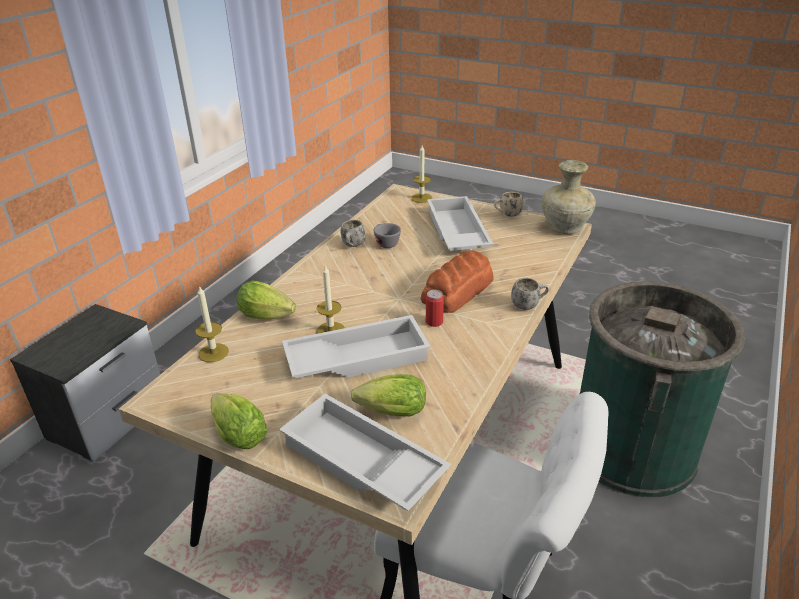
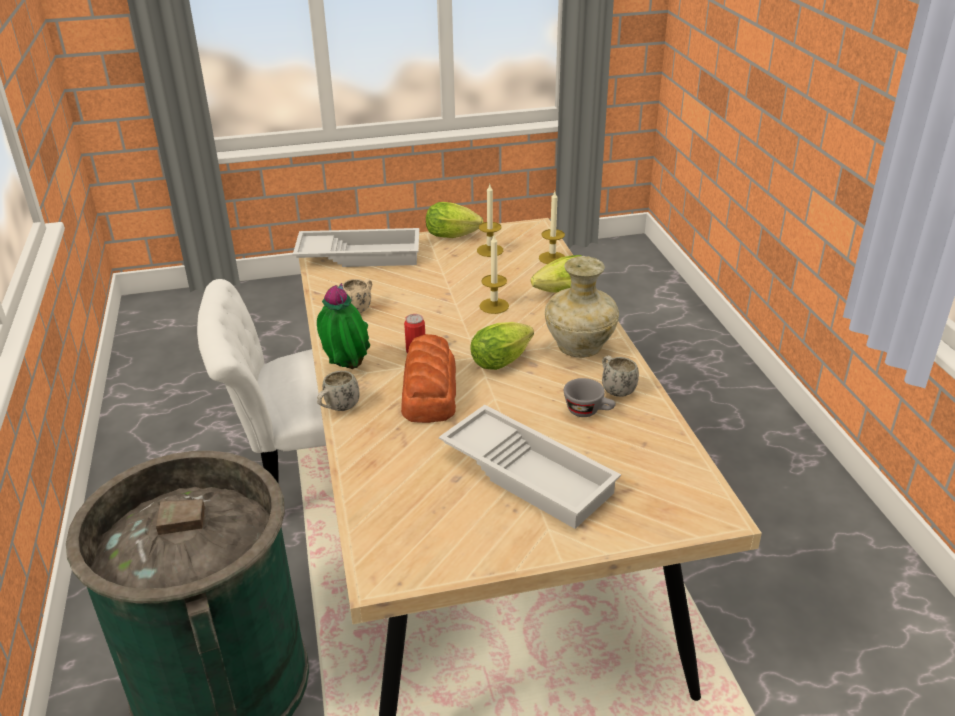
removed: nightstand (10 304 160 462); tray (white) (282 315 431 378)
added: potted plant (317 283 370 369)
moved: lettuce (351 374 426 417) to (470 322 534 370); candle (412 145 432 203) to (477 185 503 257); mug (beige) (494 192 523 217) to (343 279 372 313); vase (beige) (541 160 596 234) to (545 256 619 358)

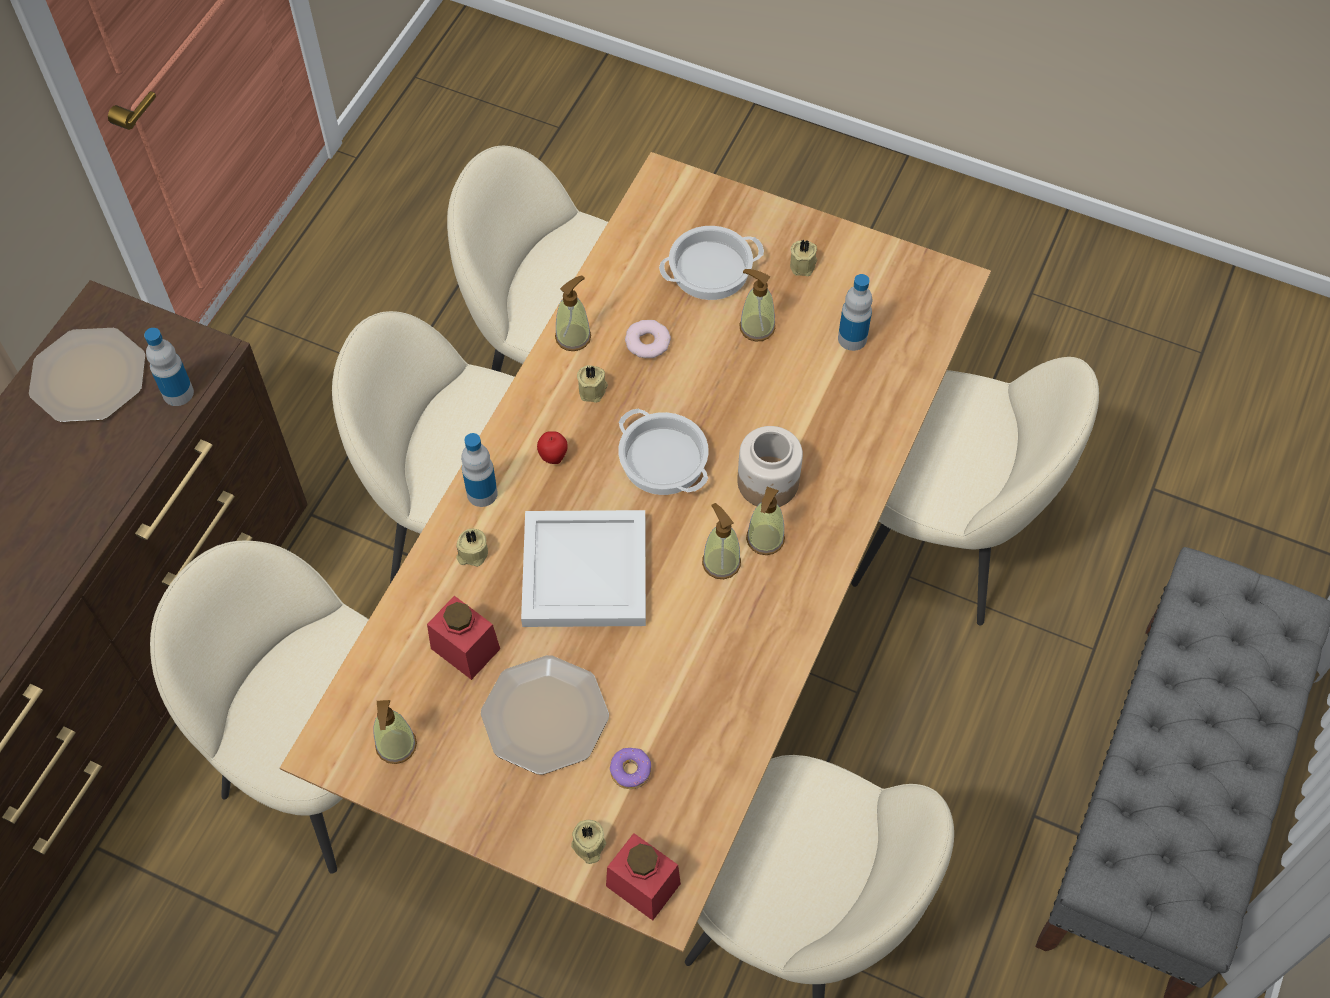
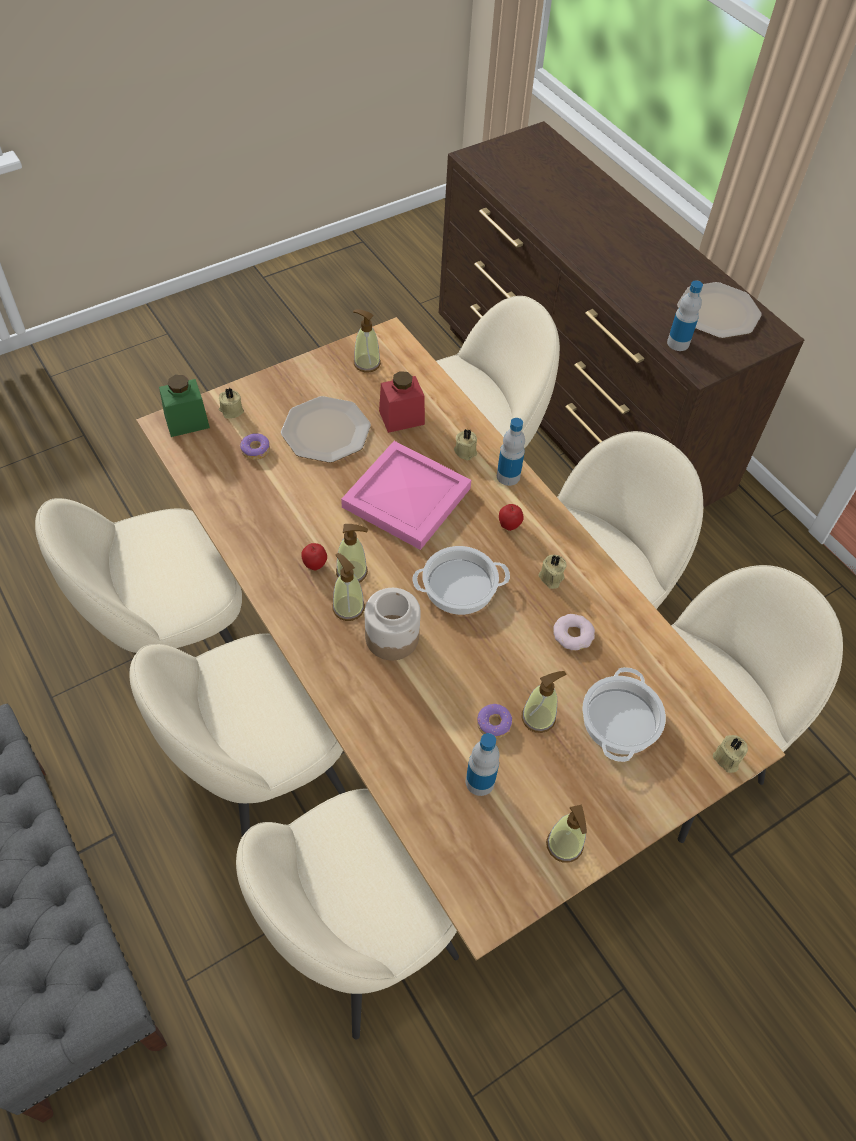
added: chair (beige) (129 633 346 836); apple (301 543 327 570); donut (477 704 512 739)
moved: soap dispenser (555 276 591 351) to (546 805 587 863); candle (beige) (790 239 817 276) to (713 735 748 773)
recoloured: tray (white) (521 510 646 627) to tray (pink) (341 441 471 550); jar (red) (606 833 681 920) to jar (green) (159 375 210 437)

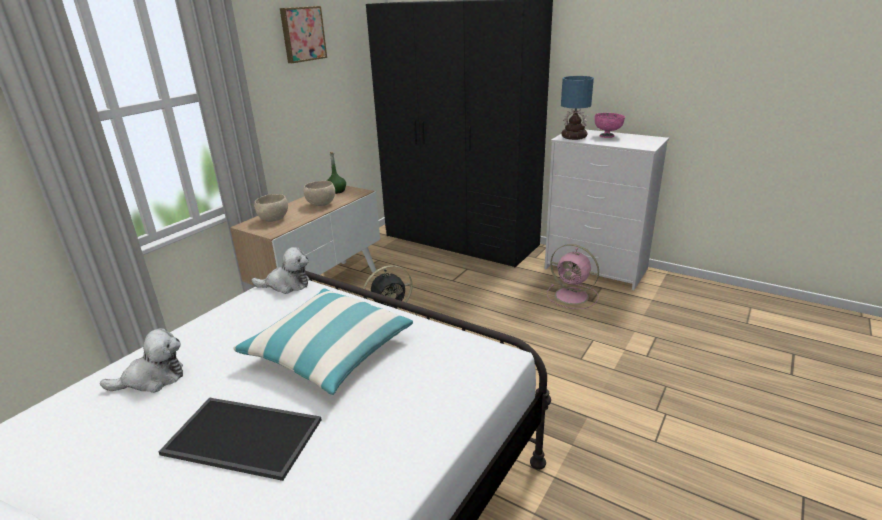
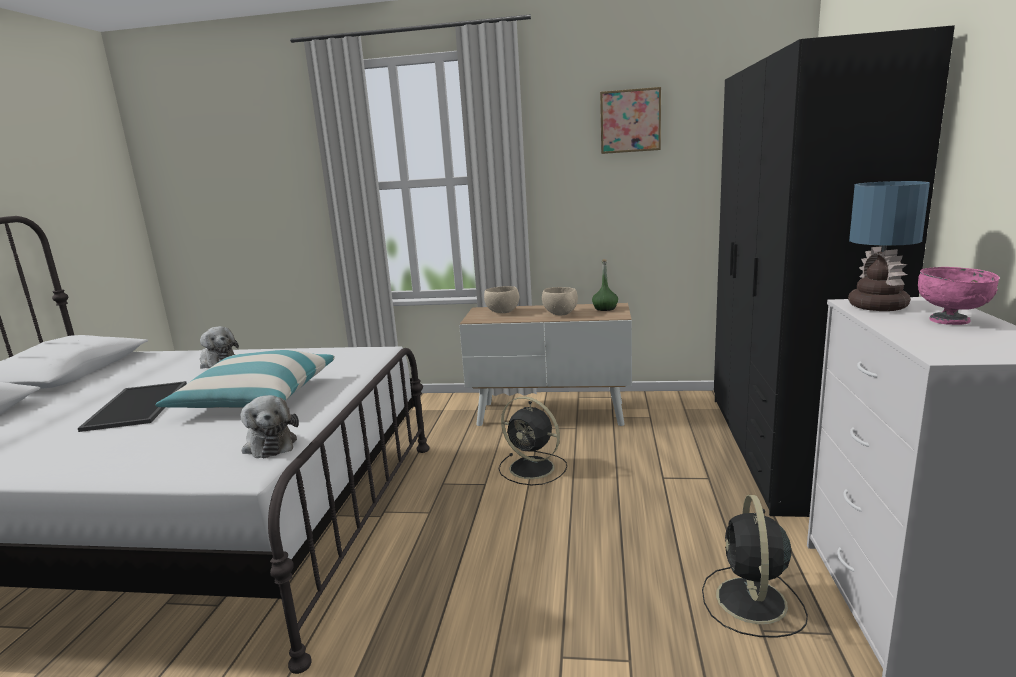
moved: plush toy (251 247 309 294) to (241 395 299 459)
recoloured: fan (pink) (547 244 599 309) to fan (black) (702 495 808 638)

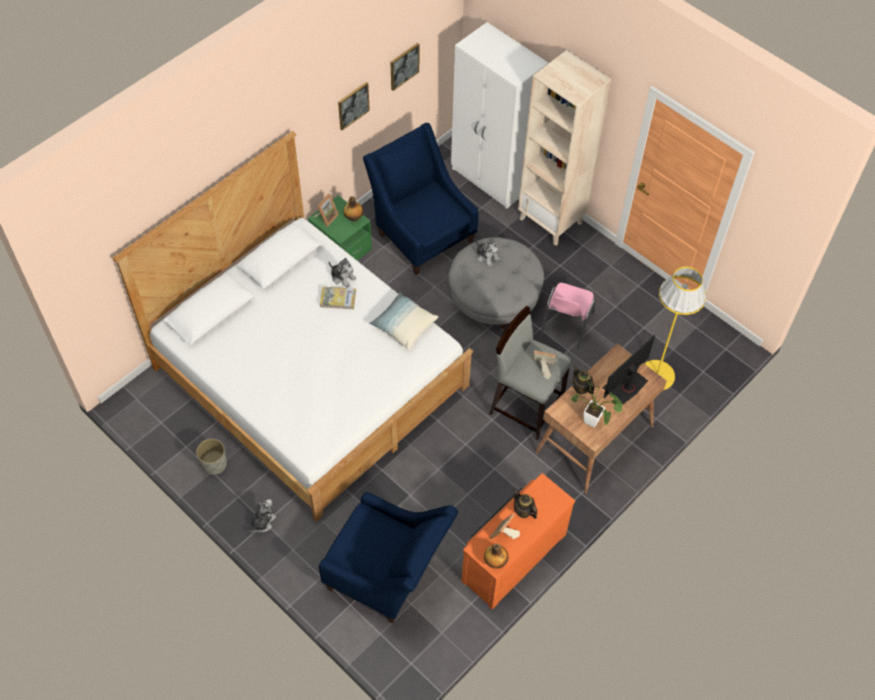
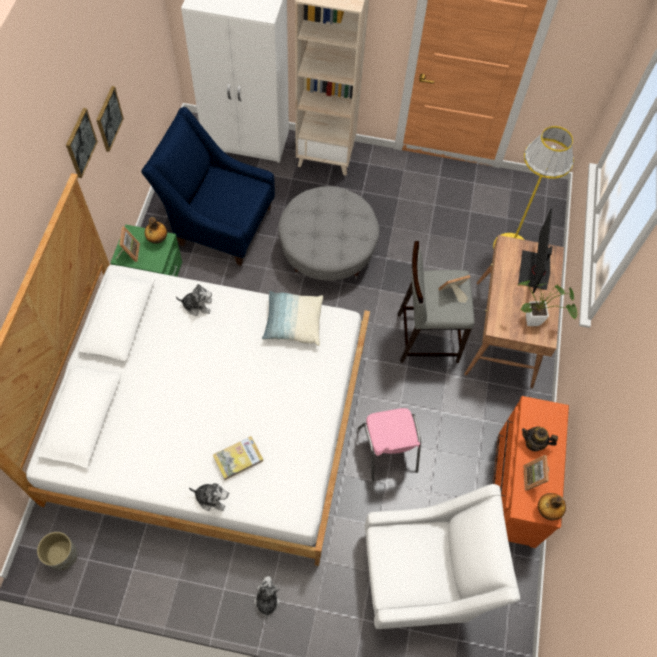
removed: teapot (573 366 595 395)
moved: planter (grey) (196 439 227 475) to (37 532 77 570); book (320 287 356 309) to (213 436 263 480); picture (391 43 419 91) to (66 108 98 178); plush toy (476 238 500 267) to (189 483 229 511); chair (pink) (540 283 596 350) to (358 408 421 481)
recoloured: armchair (blue) (319 492 458 624) to armchair (white) (364 484 520 629)

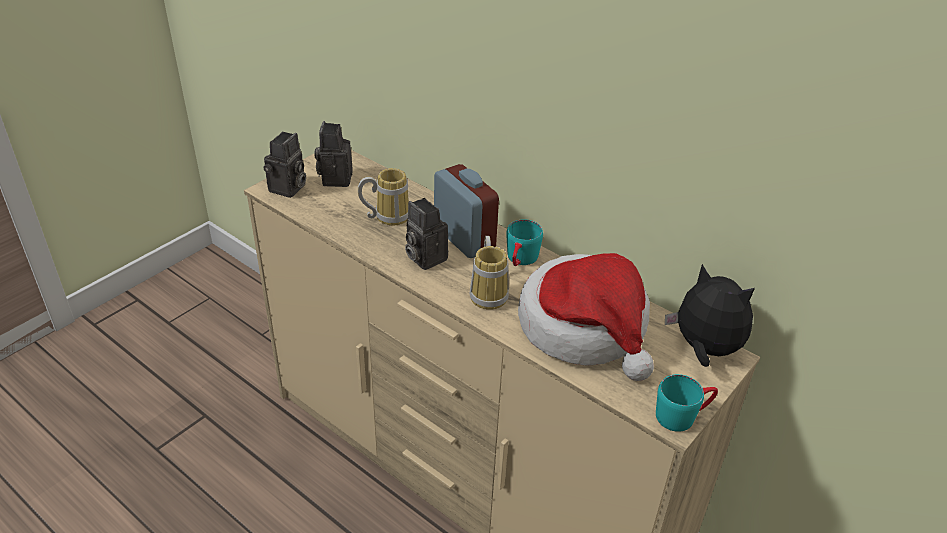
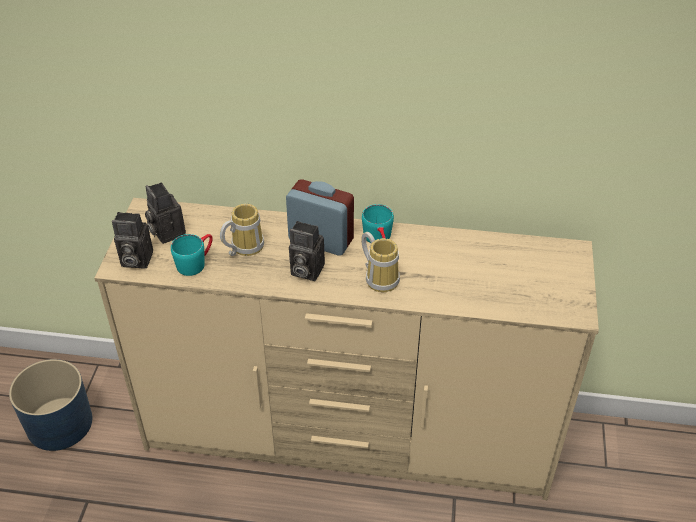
removed: hat (518 253 654 381); plush toy (665 264 755 367)
added: planter (blue) (9 359 92 451)
moved: mug (turquoise) (656 374 718 432) to (171 234 212 276)
turned: photo camera (263 132 306 198) = (112 212 153 269) 105 degrees clockwise

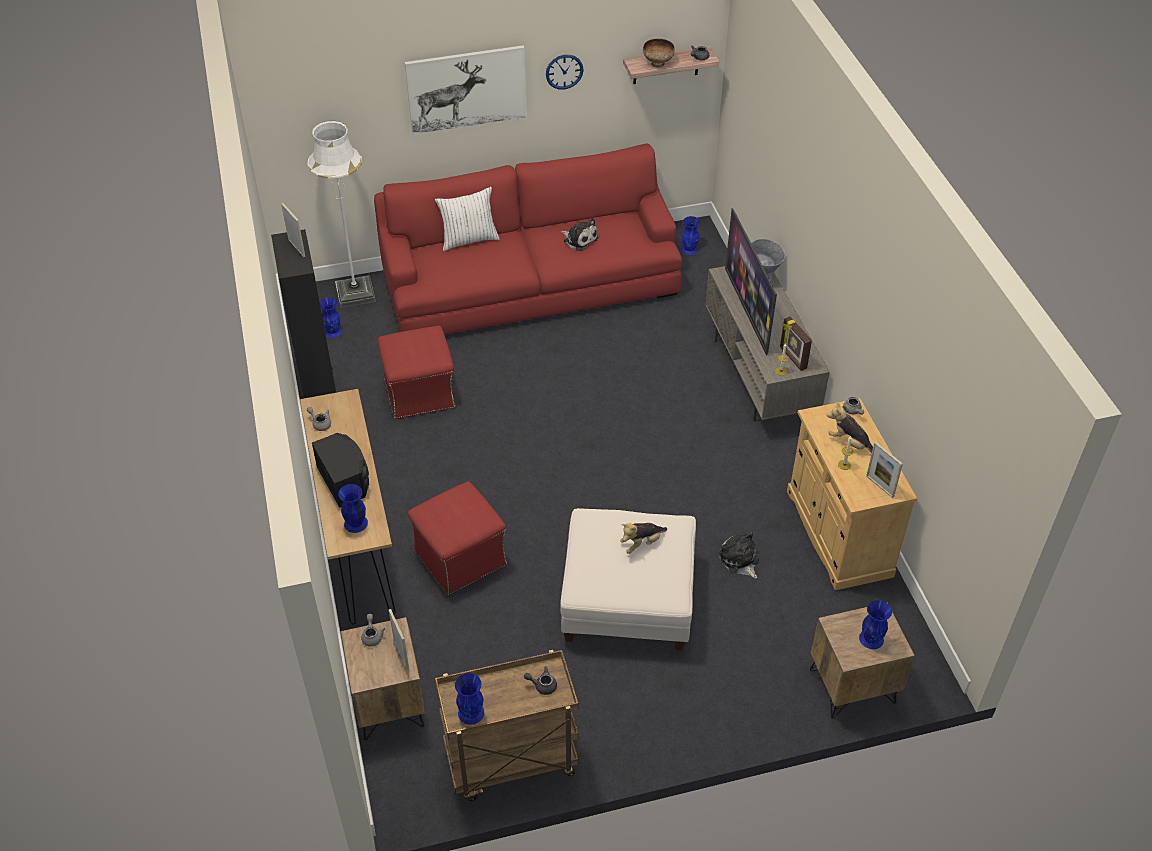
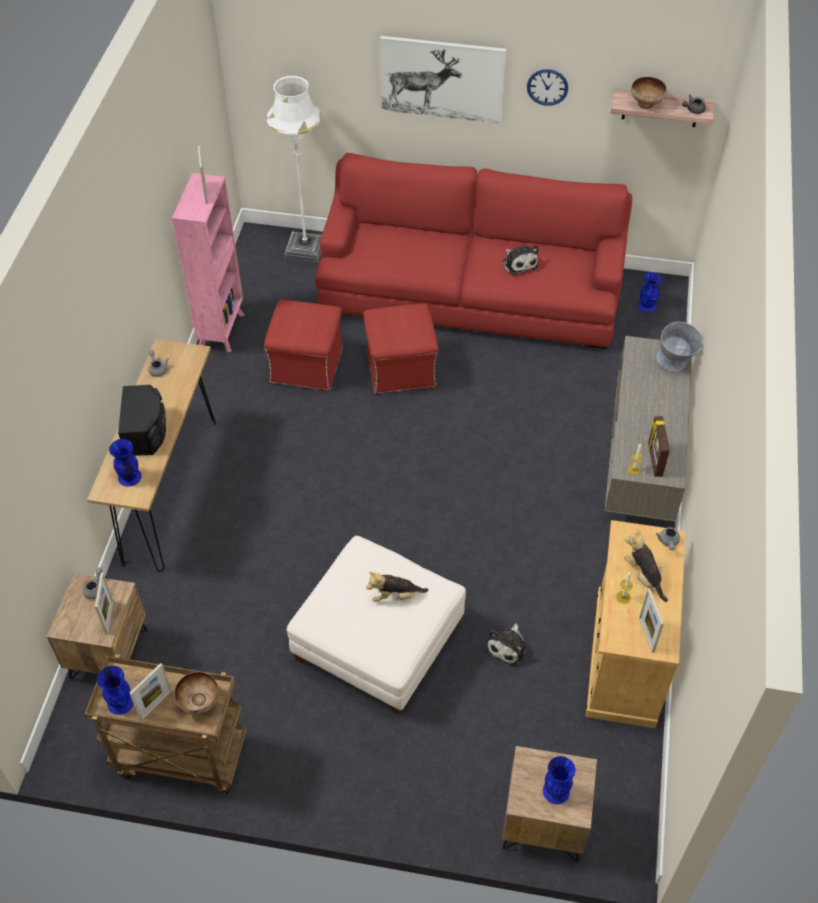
removed: vase (blue) (320 298 342 338); pillow (white) (435 187 500 251); television (725 208 777 355)
added: picture frame (130 663 172 721)
moved: ottoman (red) (407 481 507 595) to (363 303 439 394)
replaced: teapot (grey) (524 666 557 695) to bowl (174 672 219 715)
recoloured: bookcase (black) (271 229 336 398) to bookcase (pink) (172 173 245 353)
turned: plush toy (719 532 759 579) = (485 623 527 666) 150 degrees counterclockwise

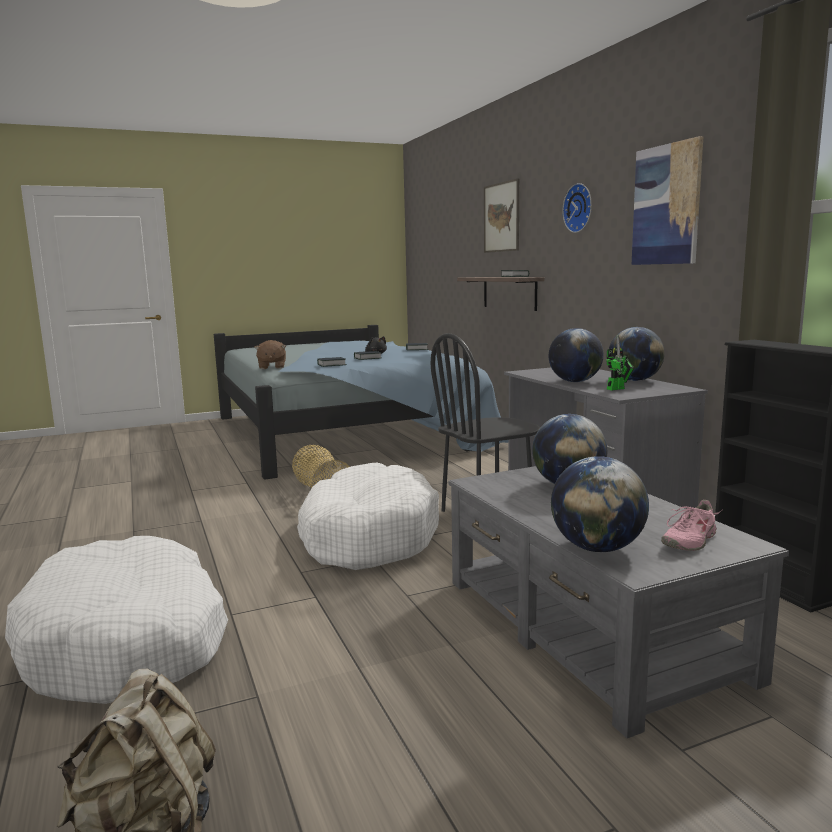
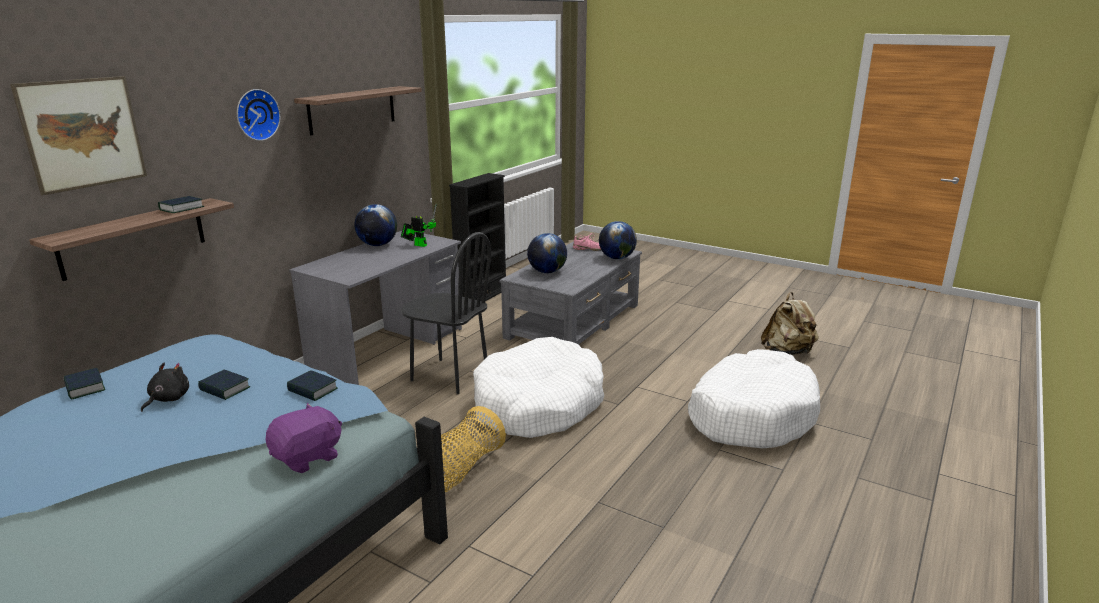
removed: globe (549 328 604 382)
replaced: picture (632 136 704 265) to shelf (294 86 422 135)
recoloured: plush toy (brown) (254 340 286 369) to plush toy (purple) (266 403 342 473)

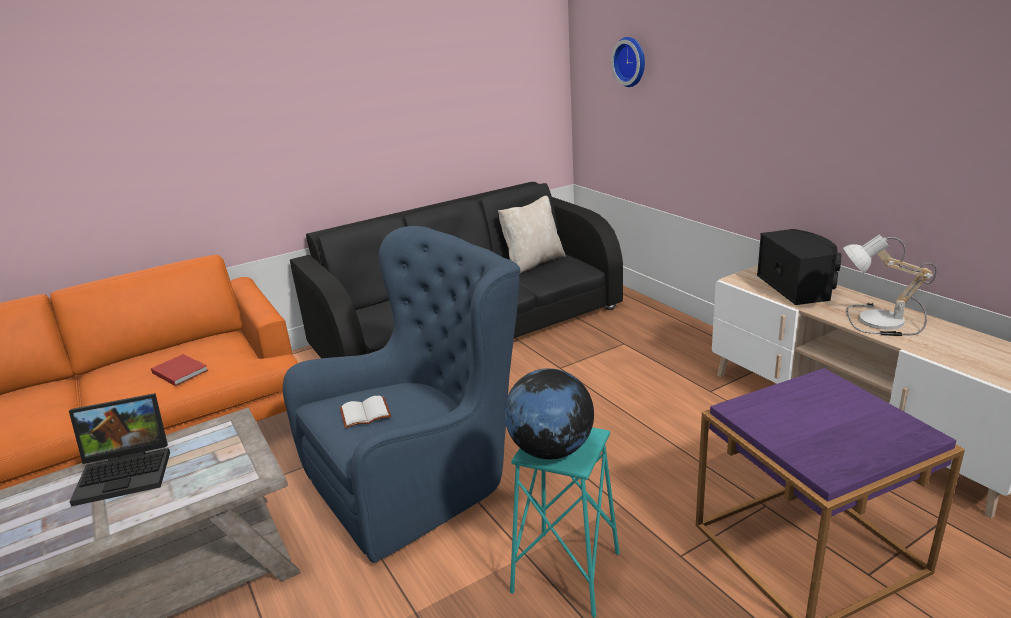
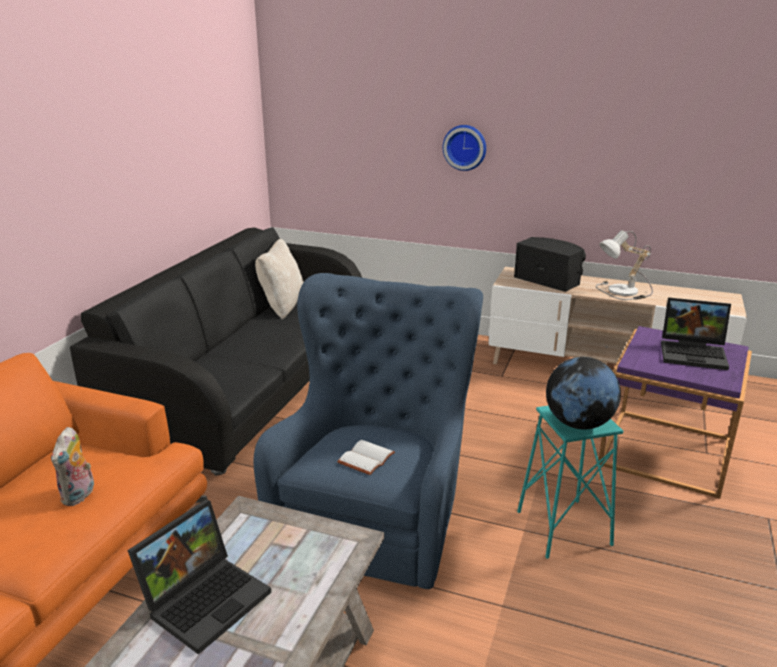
added: laptop (661 297 731 370)
moved: wall clock (611 37 645 87) to (443 125 486 171)
replaced: book (red) (151 354 208 386) to plush toy (51 427 94 506)

